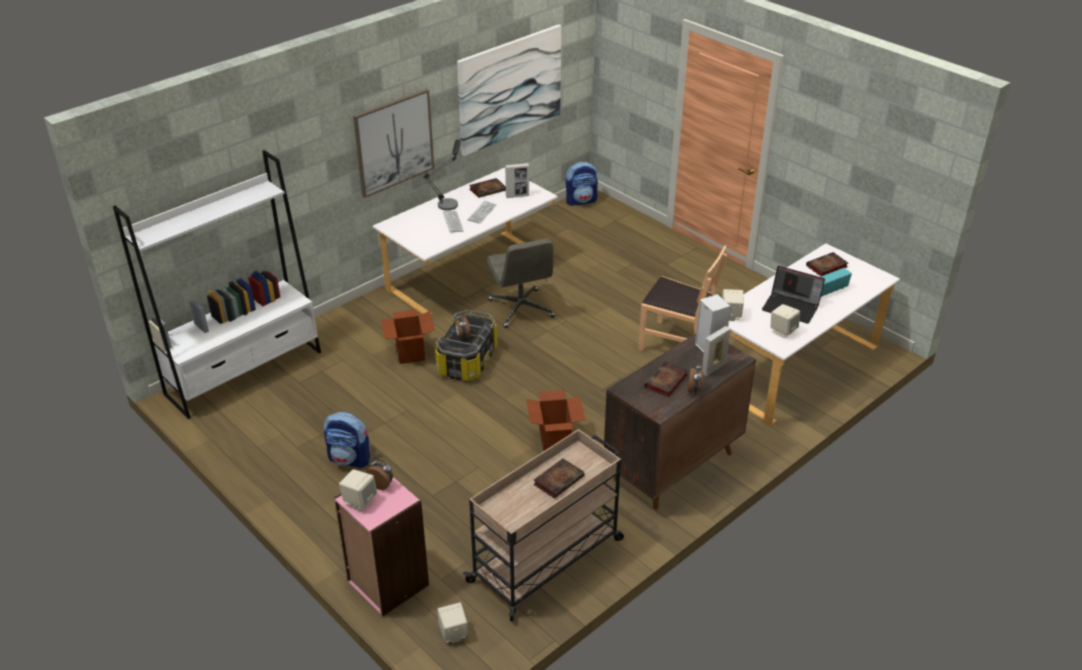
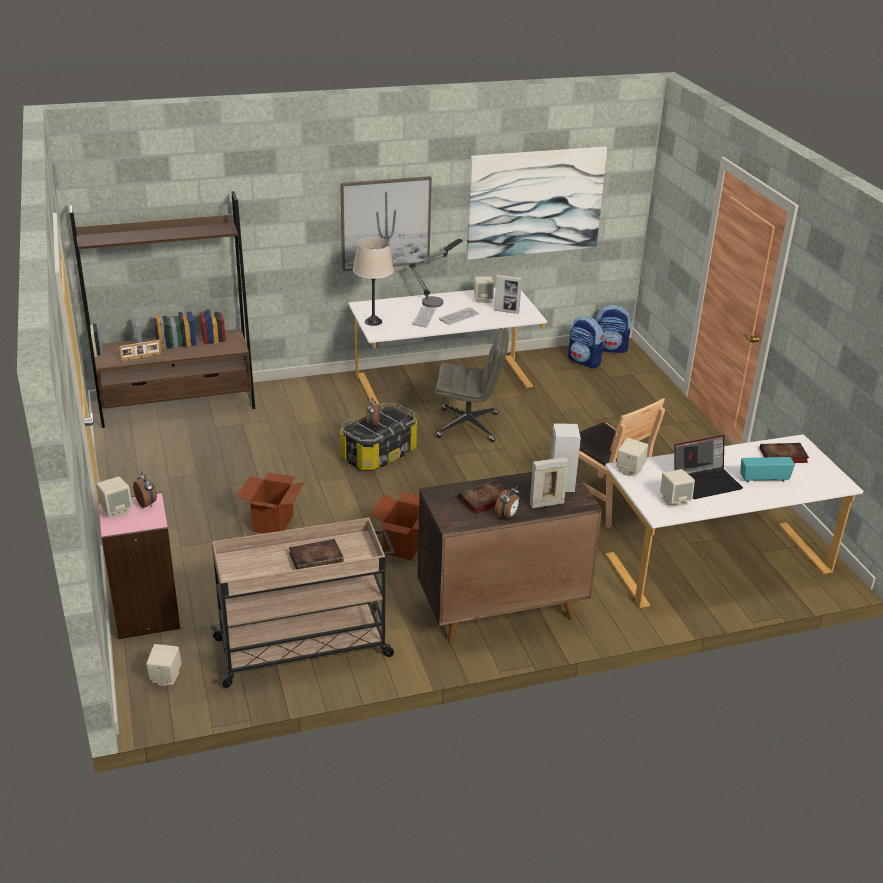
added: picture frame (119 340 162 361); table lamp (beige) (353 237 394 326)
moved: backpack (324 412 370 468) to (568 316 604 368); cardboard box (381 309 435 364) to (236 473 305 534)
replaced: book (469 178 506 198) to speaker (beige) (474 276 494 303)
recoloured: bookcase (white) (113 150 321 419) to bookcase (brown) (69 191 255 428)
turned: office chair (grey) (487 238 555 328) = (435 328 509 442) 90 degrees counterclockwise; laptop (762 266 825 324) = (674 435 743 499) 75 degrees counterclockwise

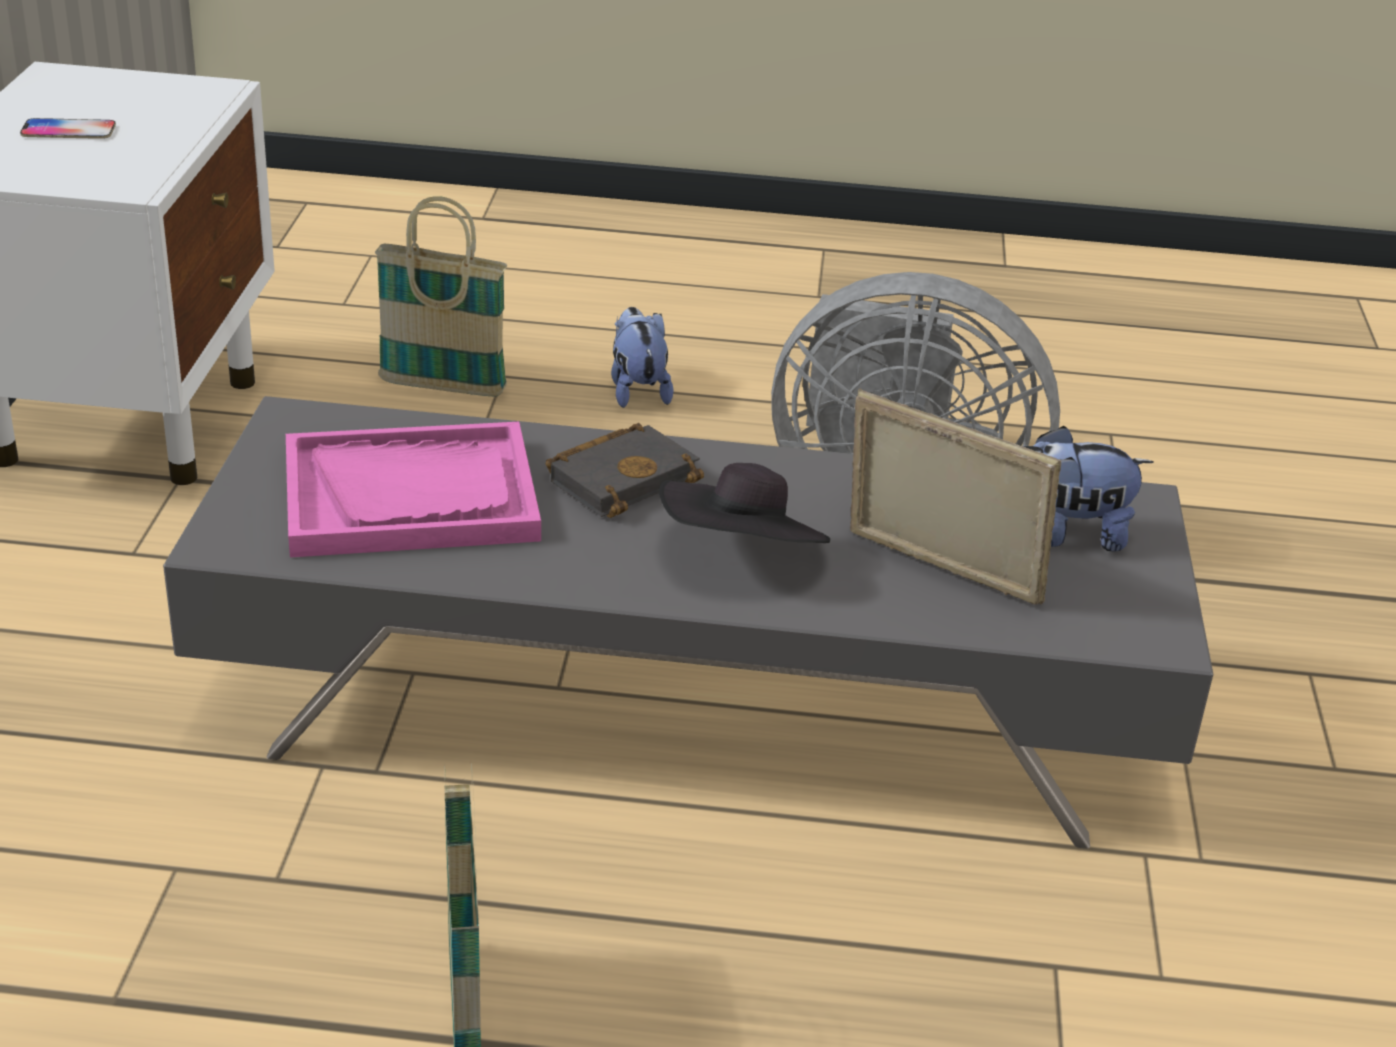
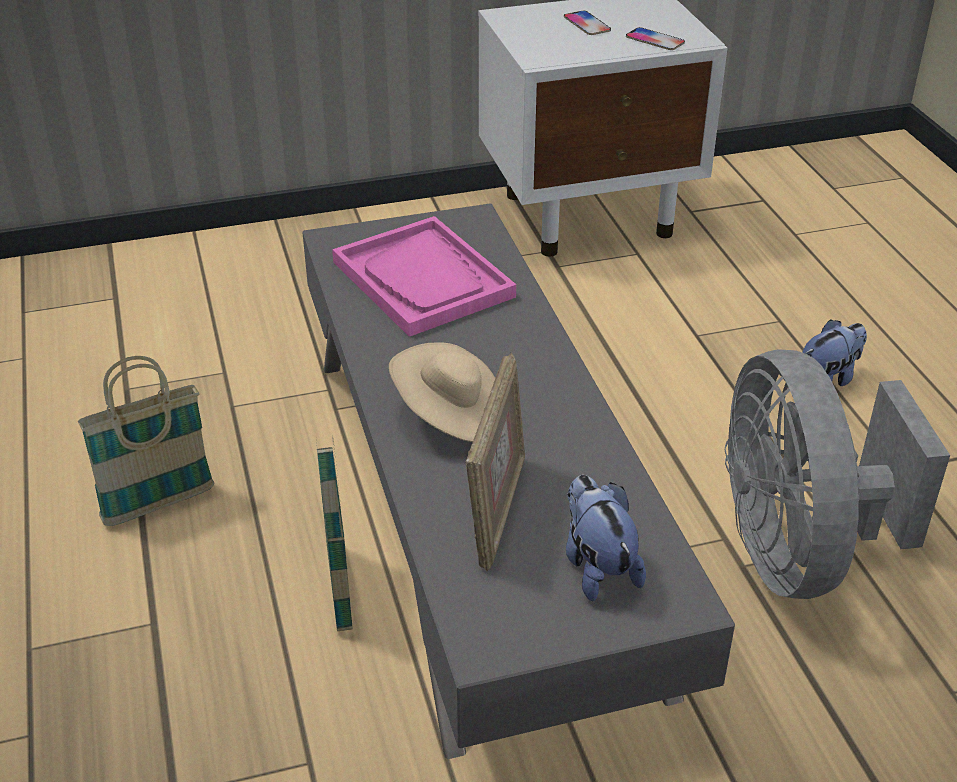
removed: book (black) (546 423 704 518)
added: phone (626 27 685 50)
moved: basket (375 196 508 396) to (316 435 353 631)
recoloured: hat (black) (659 463 830 543) to hat (beige) (389 343 495 442)

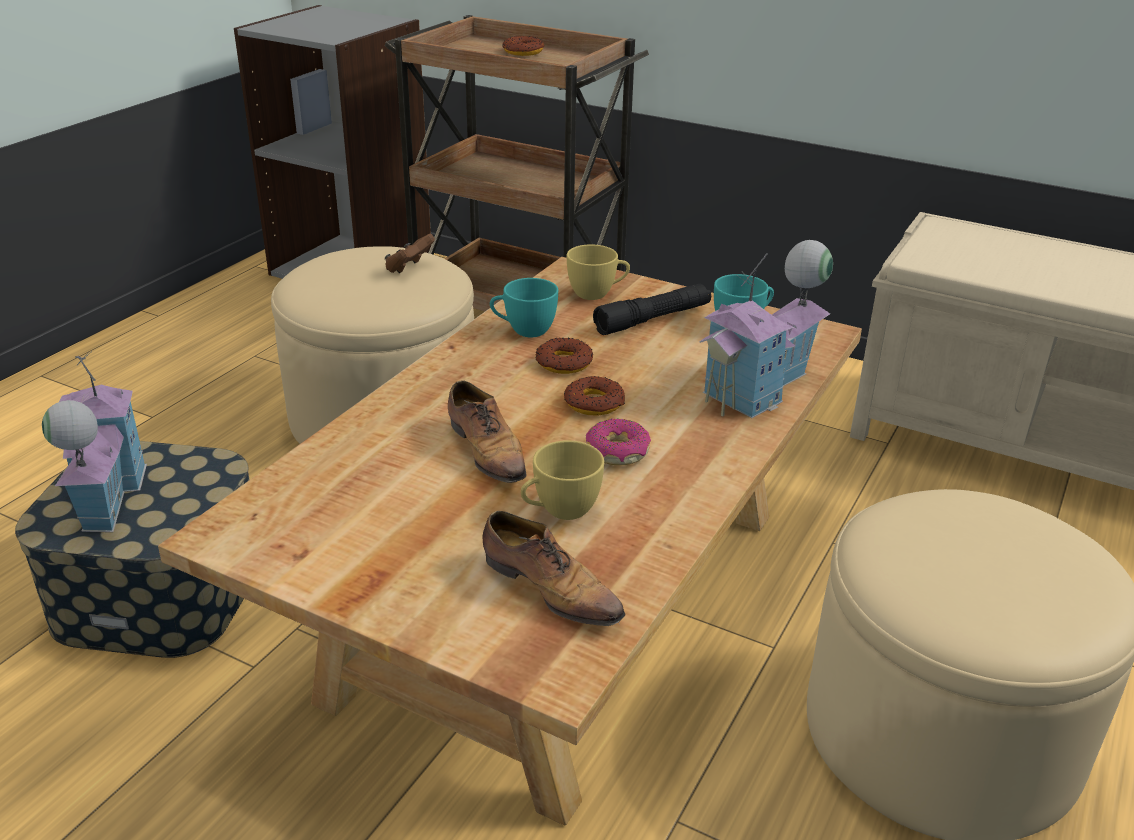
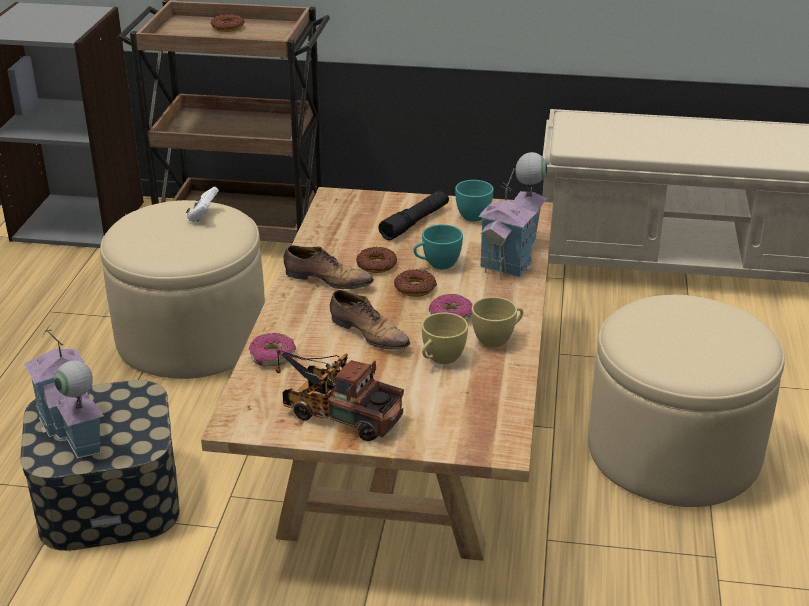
added: donut (249 333 296 367); toy truck (276 350 404 441)
moved: shoe (482 511 626 626) to (284 245 374 289); cup (turquoise) (490 278 558 337) to (414 224 463 269); cup (yellow) (567 245 630 300) to (472 297 523 347)
recoloured: game controller (brown) (385 234 435 273) to game controller (white) (186 187 219 222)

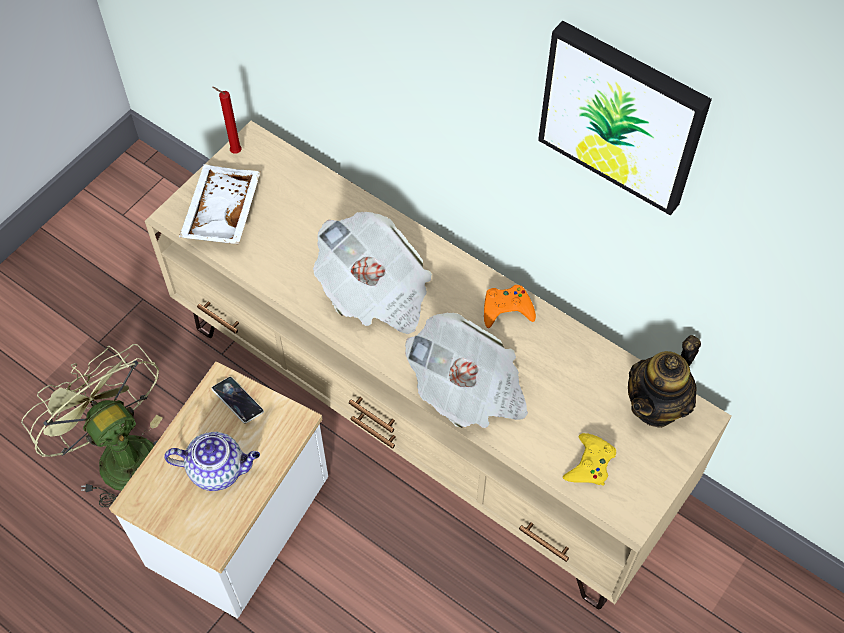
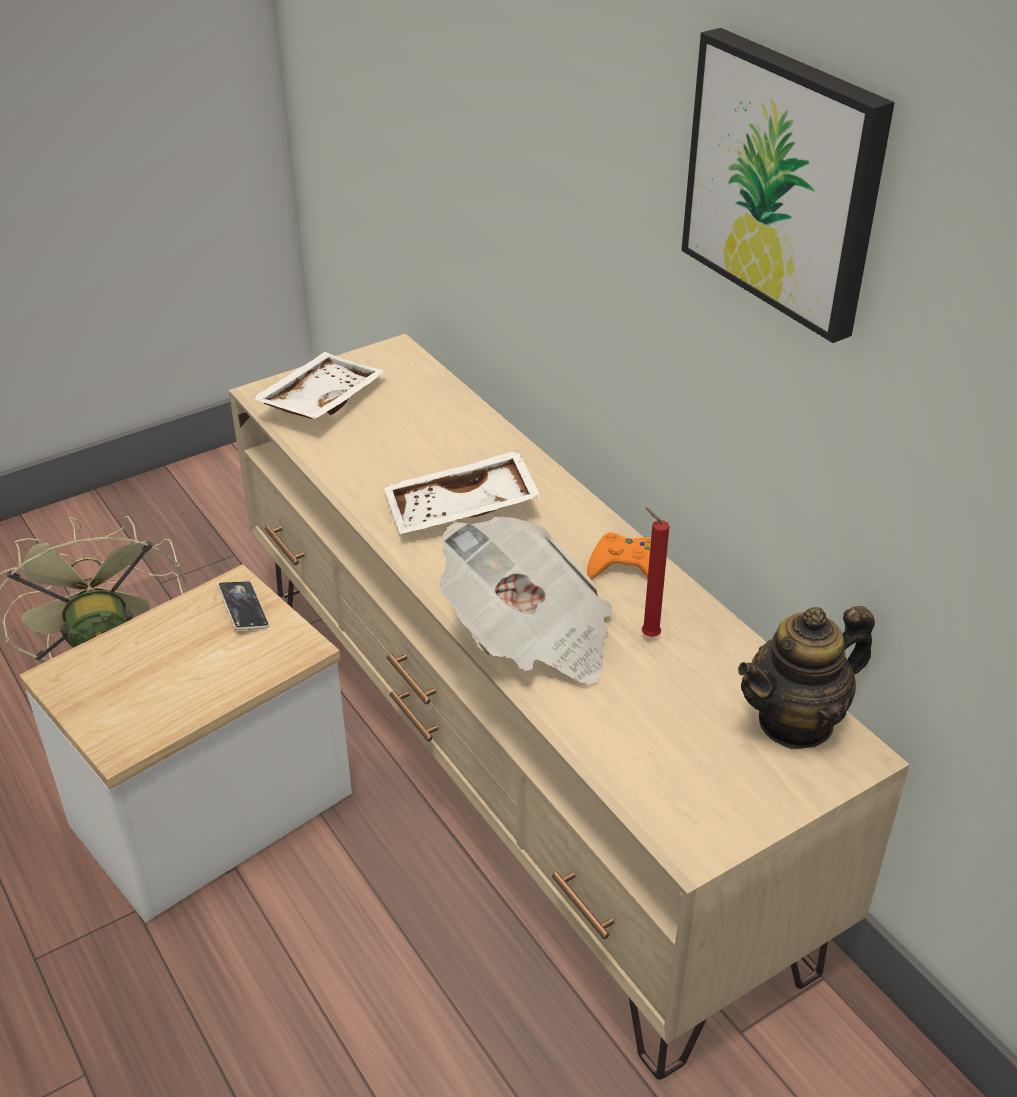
removed: teapot (164 432 260 491); game controller (yellow) (563 433 616 486)
moved: candle (red) (213 87 242 154) to (642 507 669 637)
replaced: newspaper (313 212 432 334) to tray (white) (384 450 541 534)

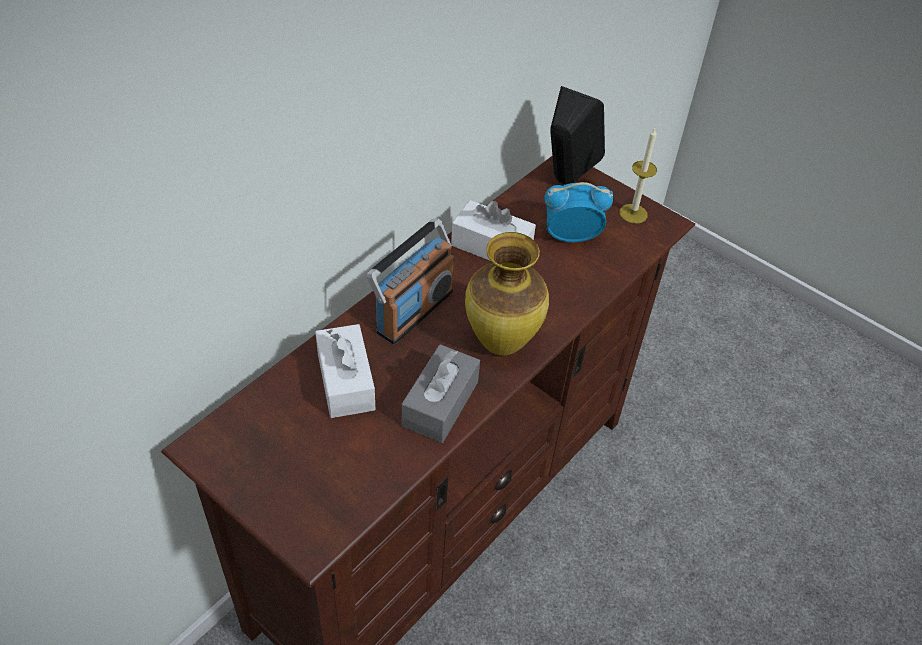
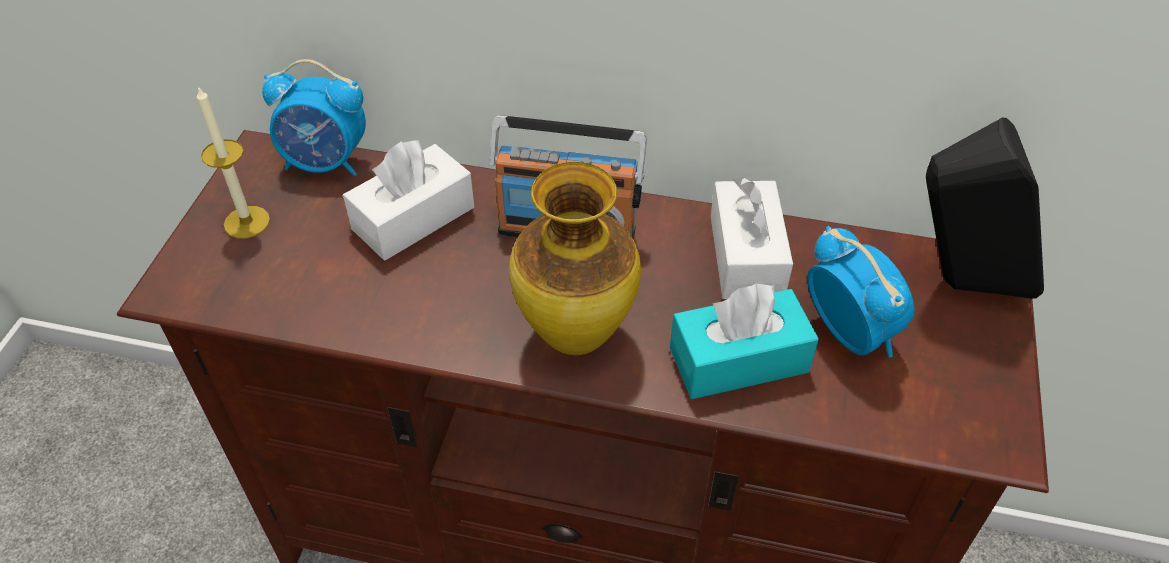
removed: tissue box (grey) (401 344 480 443)
added: alarm clock (262 59 366 176); tissue box (turquoise) (670 284 819 399)
moved: candle (620 128 657 224) to (197 86 270 238)

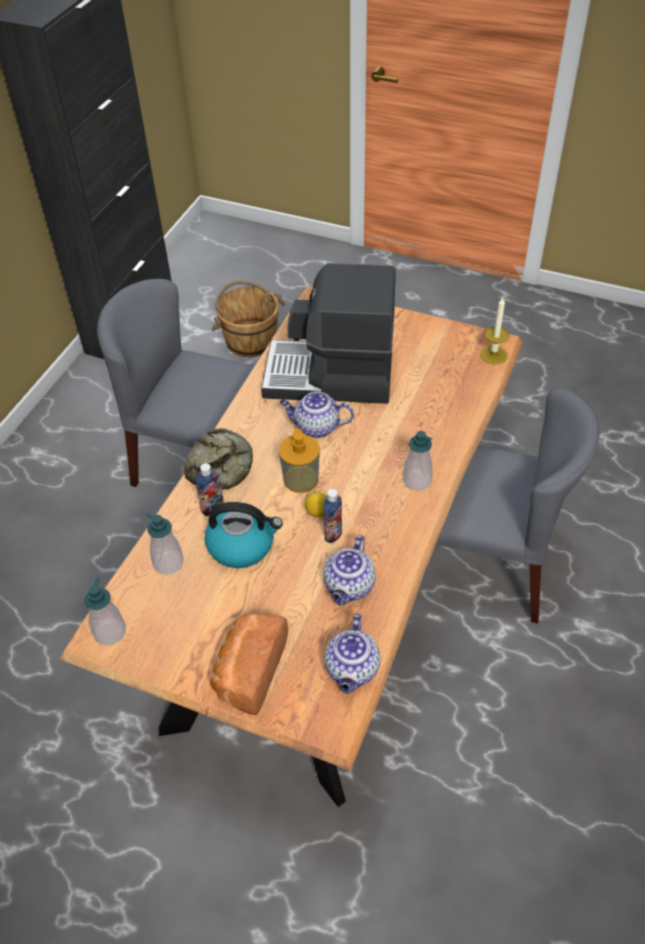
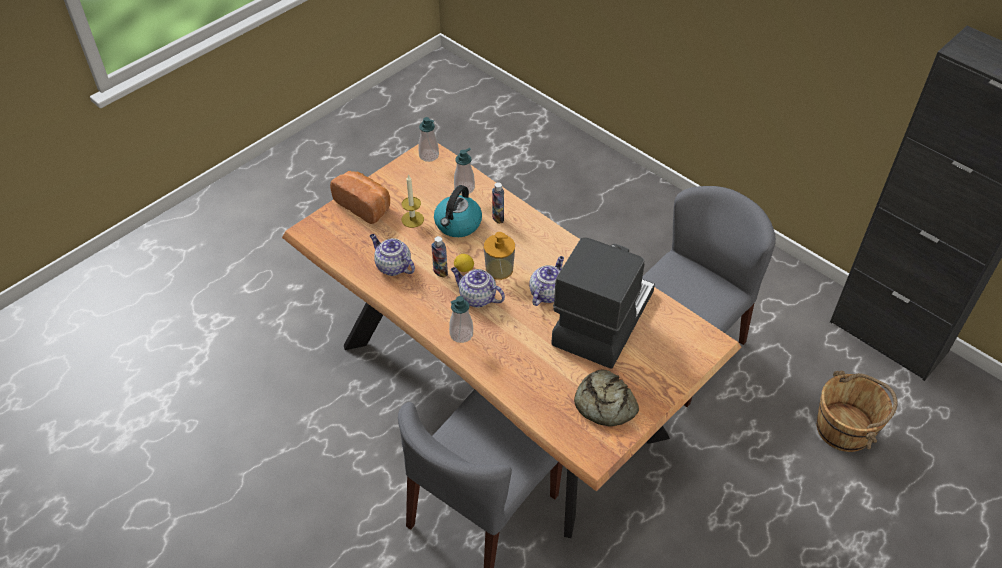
moved: bread (184 428 253 490) to (574 369 639 427); teapot (324 613 381 694) to (451 267 505 308); candle (480 298 509 364) to (402 174 424 228)

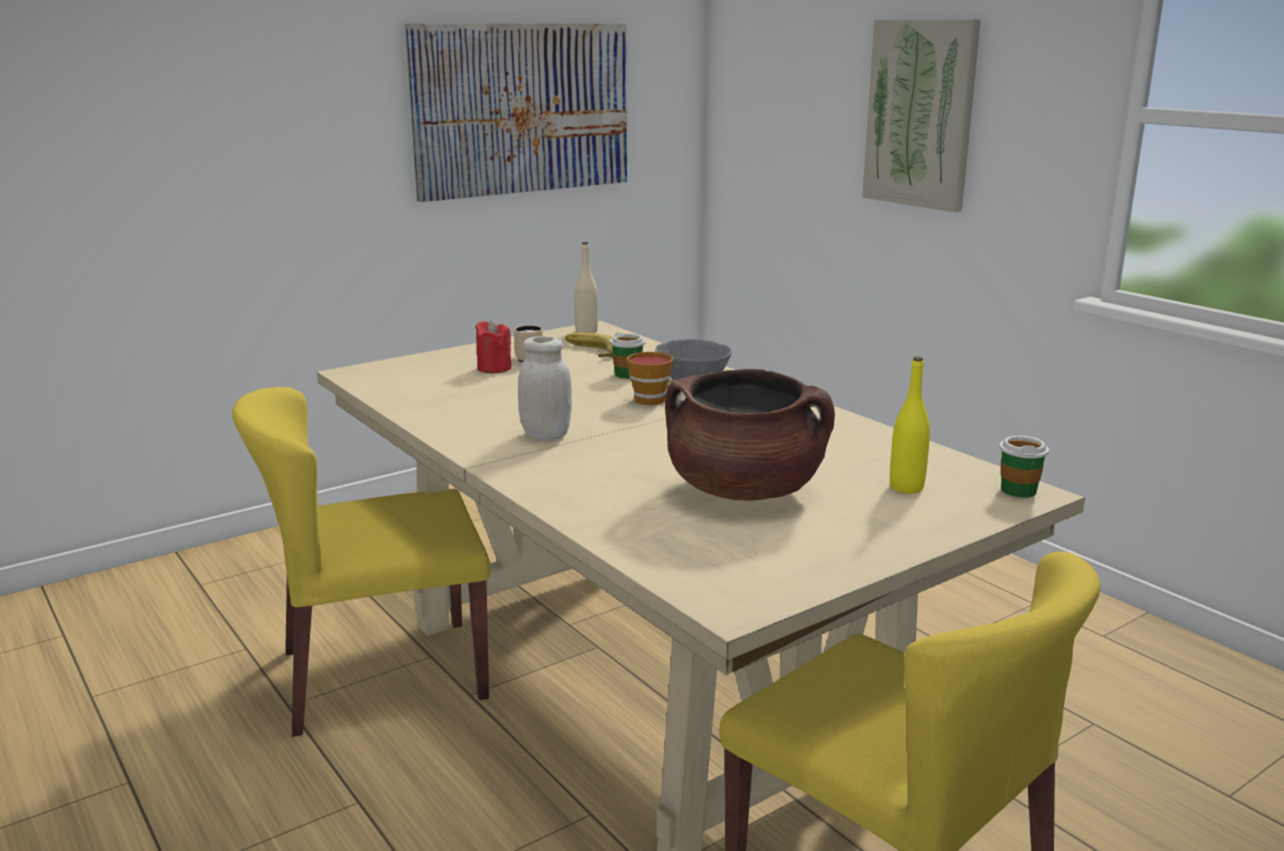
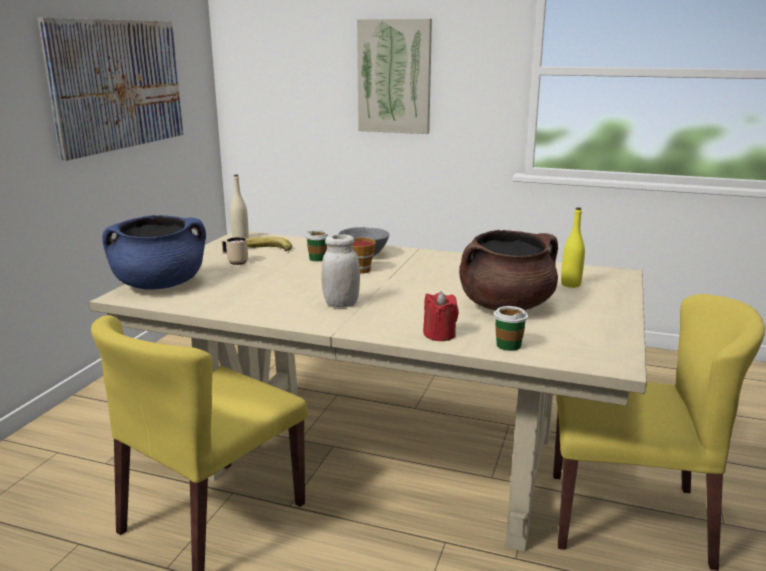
added: cooking pot (blue) (102 215 206 289)
moved: candle (red) (475 320 512 374) to (423 291 459 341); cup (999 436 1049 498) to (493 306 528 351)

